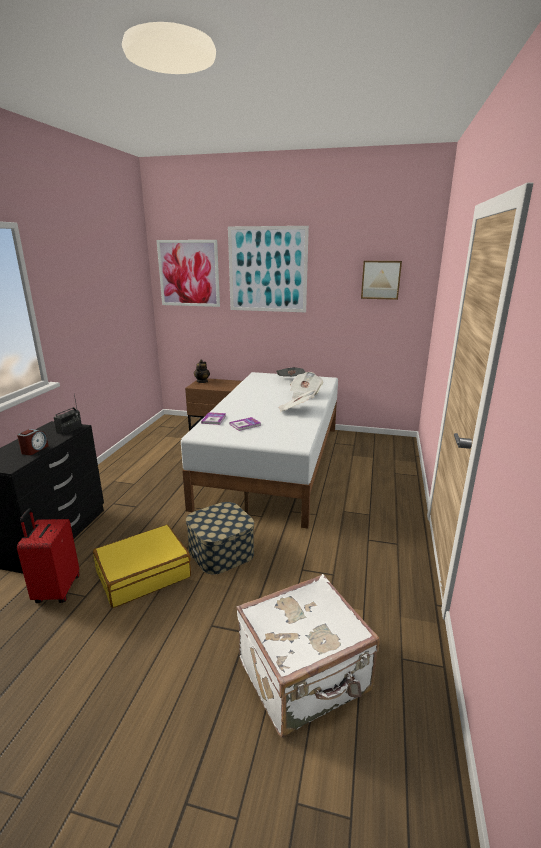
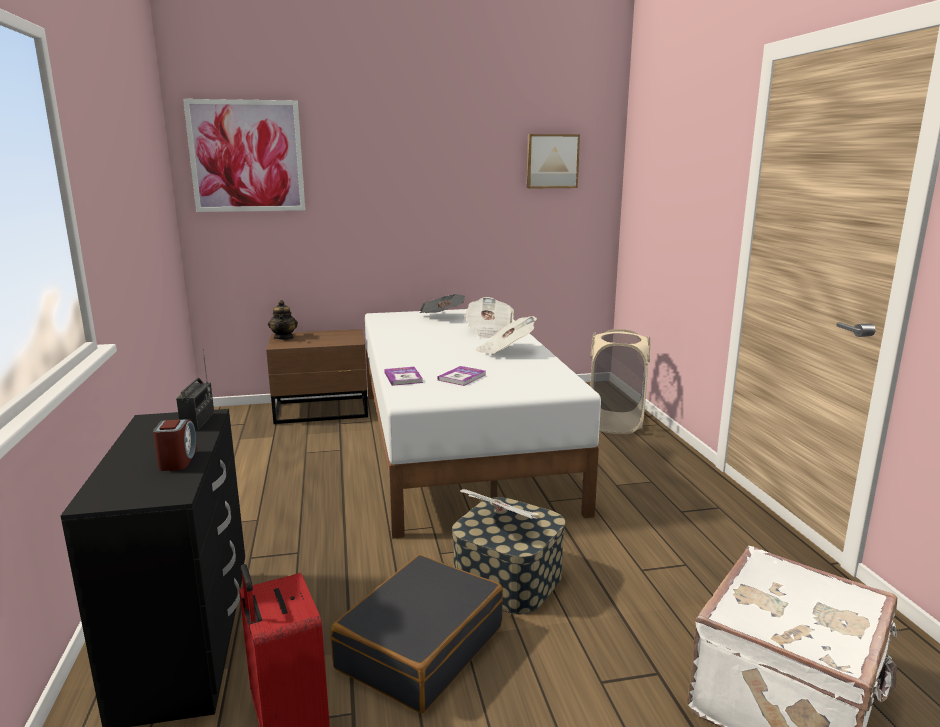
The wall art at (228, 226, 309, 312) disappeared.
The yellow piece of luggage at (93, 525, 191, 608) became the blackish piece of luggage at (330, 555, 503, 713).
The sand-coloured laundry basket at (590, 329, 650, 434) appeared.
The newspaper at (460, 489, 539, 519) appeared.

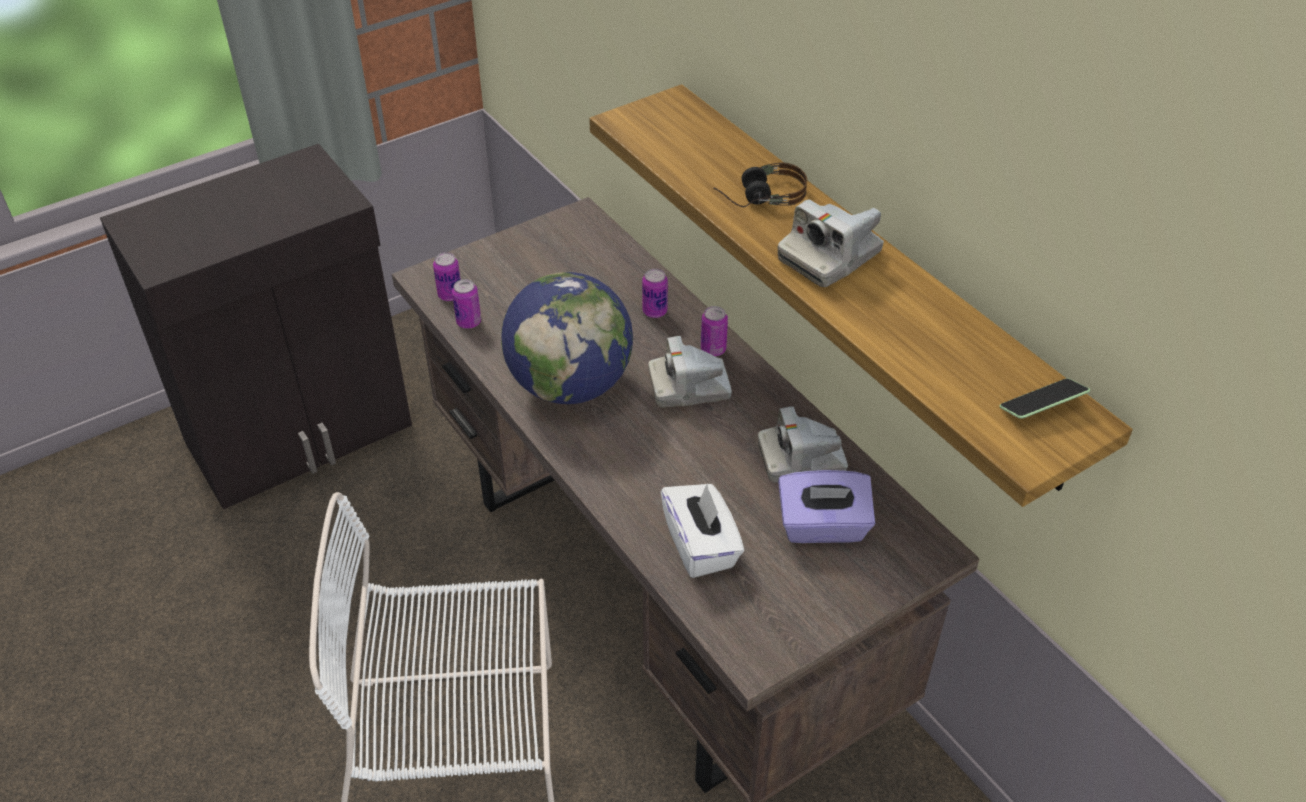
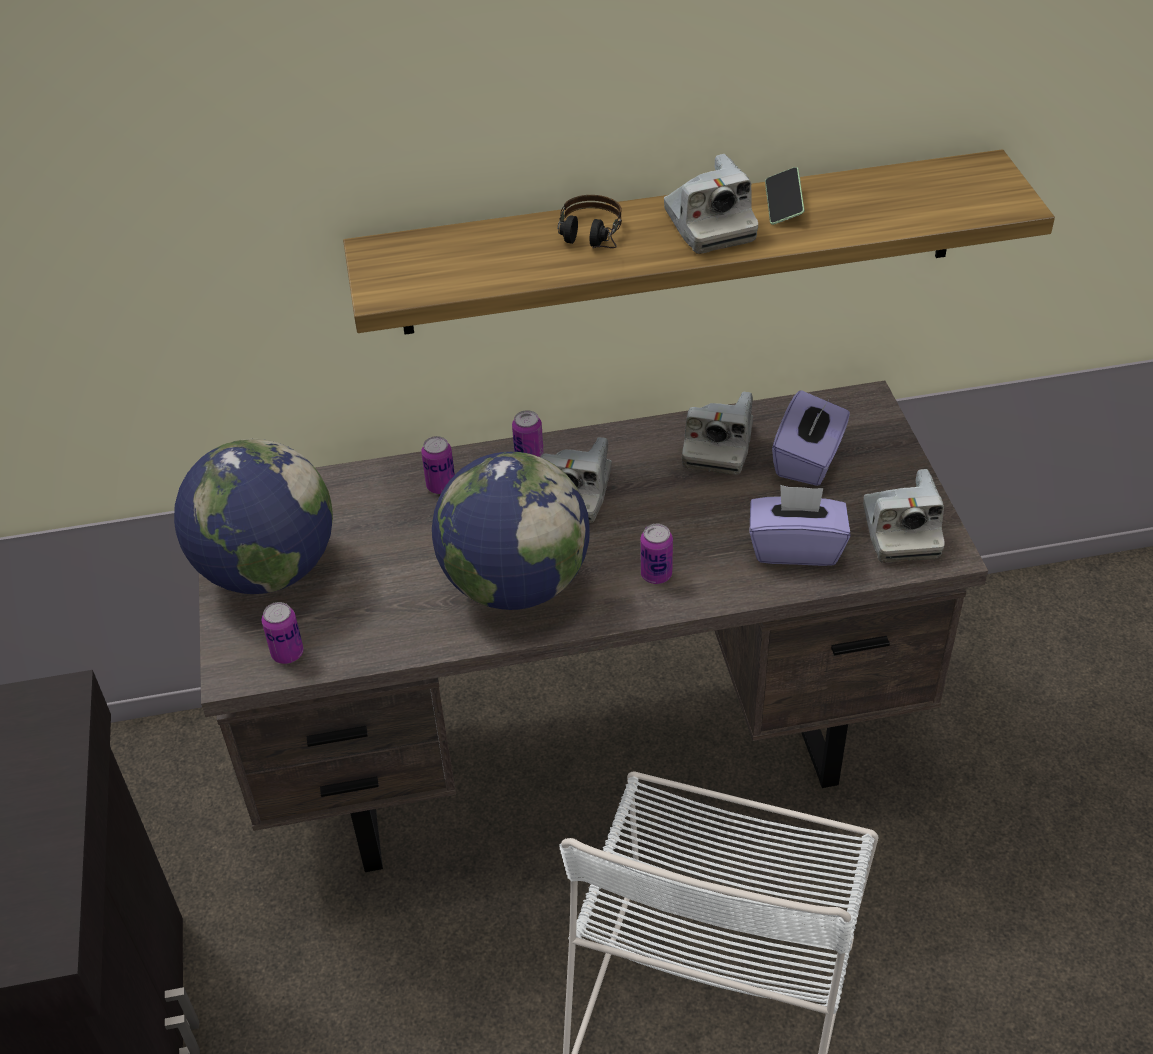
The sealed can moved from (452, 279, 481, 329) to (641, 524, 673, 584).
The handset moved from (1000, 379, 1090, 419) to (765, 167, 804, 225).
The white-coloured box of tissues at (661, 483, 744, 578) became the purplish box of tissues at (750, 485, 850, 566).
The globe at (174, 439, 333, 594) appeared.
The photo camera at (863, 469, 945, 563) appeared.

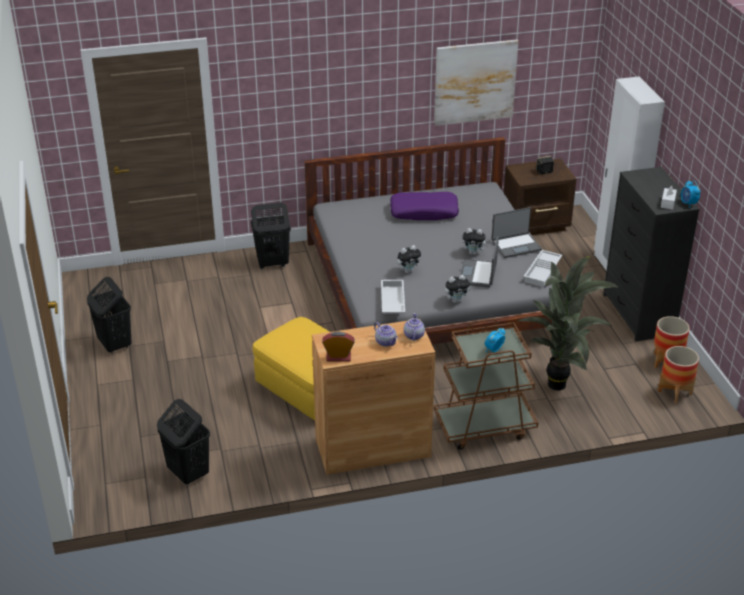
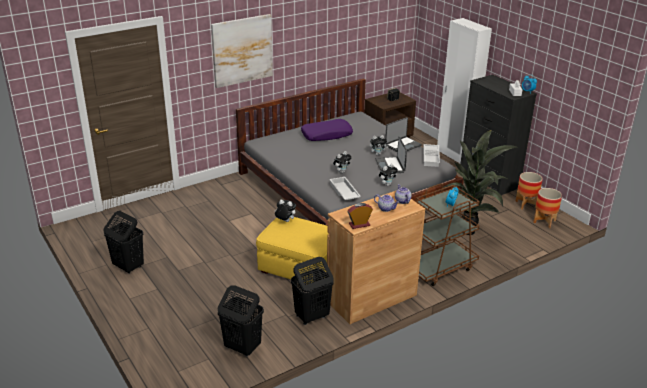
The wall art moved from (434, 39, 519, 126) to (211, 14, 273, 88).
The blackish laundry basket moved from (251, 203, 291, 269) to (291, 257, 334, 325).
The soft toy at (274, 200, 296, 222) appeared.

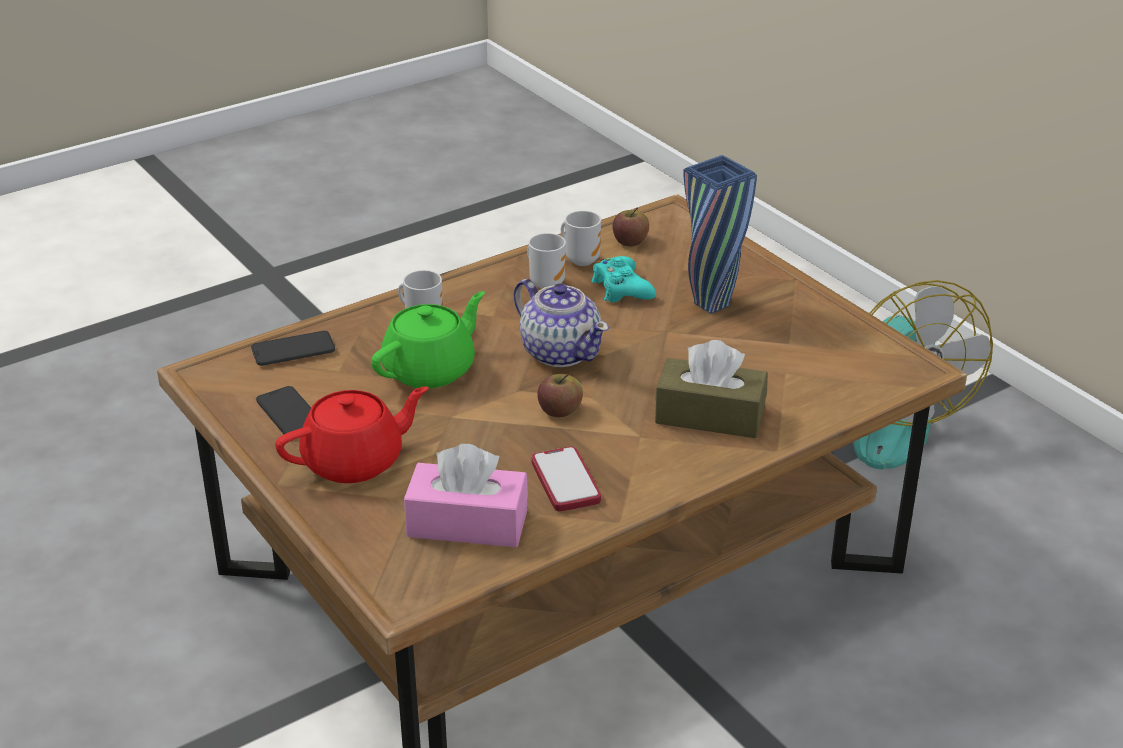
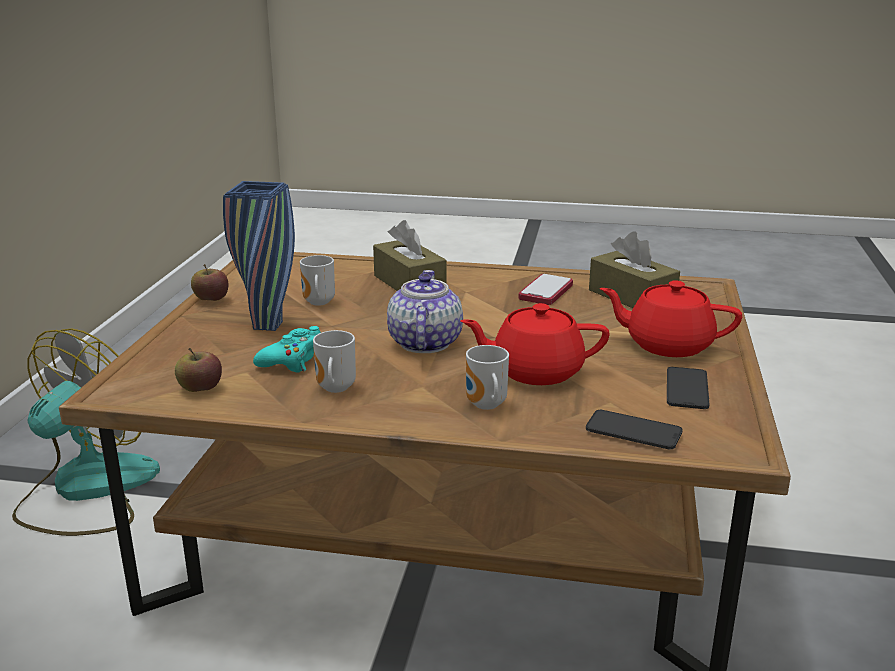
The tea mug moved from (561, 211, 601, 266) to (300, 255, 335, 306).
The greenish pot for tea at (371, 291, 485, 388) became the red-coloured pot for tea at (461, 303, 609, 385).
The apple fruit moved from (537, 374, 583, 417) to (191, 264, 229, 301).
The pinkish box of tissues at (404, 444, 528, 547) became the brown box of tissues at (589, 232, 680, 308).

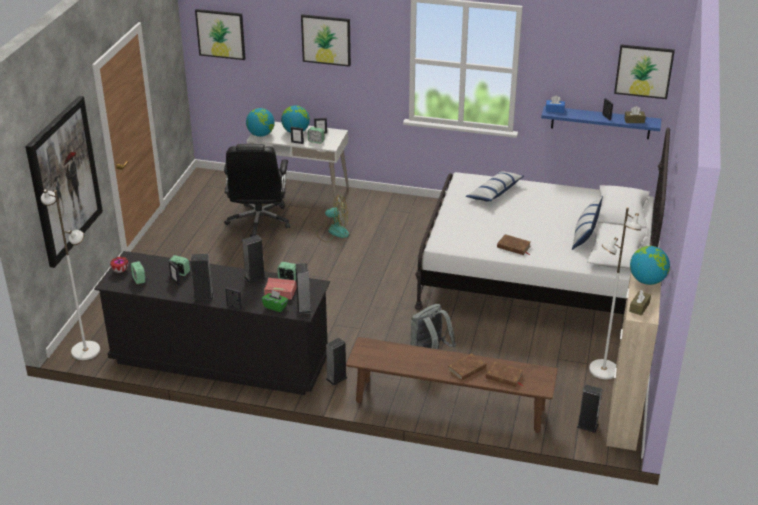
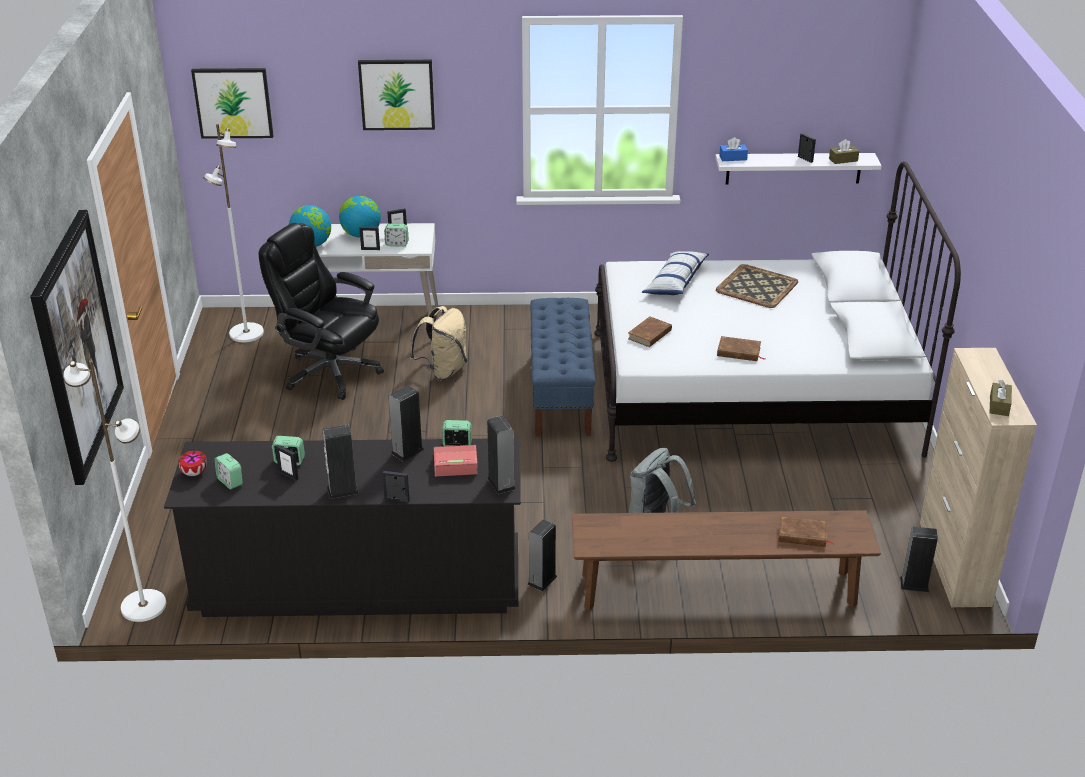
The wall art at (614, 44, 675, 99) disappeared.
The bluish shelf at (541, 106, 661, 139) became the white-coloured shelf at (715, 153, 882, 185).
The blackish computer chair at (224, 144, 290, 237) turned 135 degrees clockwise.
The cooling fan at (316, 195, 349, 242) was replaced by the sand-coloured backpack at (410, 306, 467, 381).
The cushion at (572, 196, 603, 250) disappeared.
The white-coloured standard lamp moved from (589, 207, 642, 379) to (203, 124, 264, 342).
The globe at (630, 246, 670, 285) disappeared.
The greenish box of tissues at (262, 290, 288, 312) disappeared.
The brown volume moved from (448, 353, 486, 381) to (628, 317, 672, 347).
The tray at (716, 264, 798, 308) appeared.
The bluish long seat at (530, 298, 595, 437) appeared.

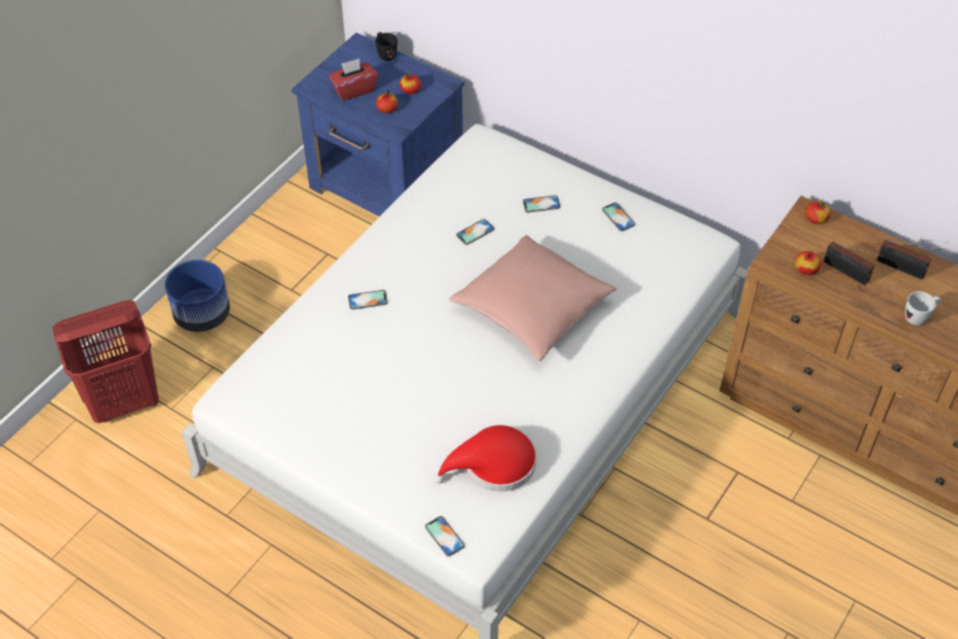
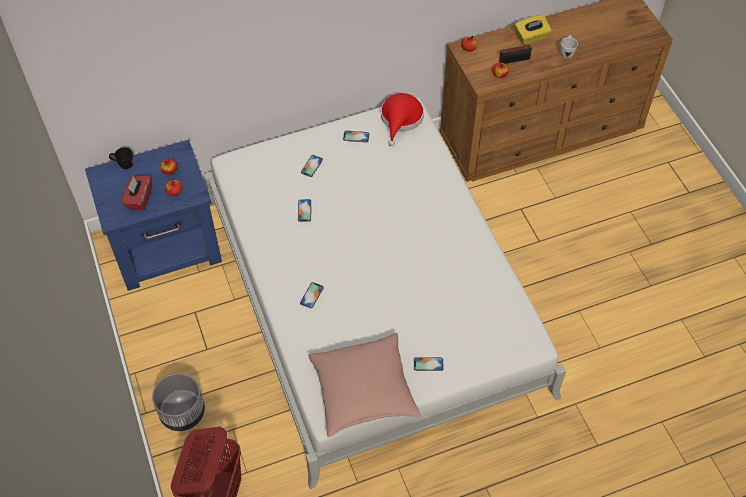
The pinkish cushion moved from (449, 235, 617, 361) to (308, 333, 420, 437).
The radio set at (877, 240, 942, 280) was replaced by the yellow box of tissues at (515, 15, 552, 46).
The bluish planter at (165, 260, 230, 332) became the greyish planter at (152, 373, 205, 431).
The red-coloured hat moved from (433, 425, 537, 492) to (381, 93, 424, 146).
The handset moved from (425, 516, 465, 557) to (414, 357, 444, 371).

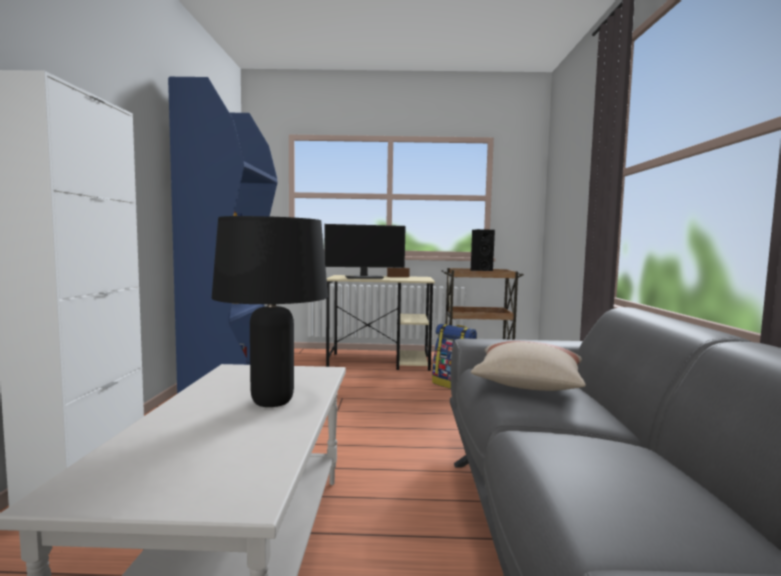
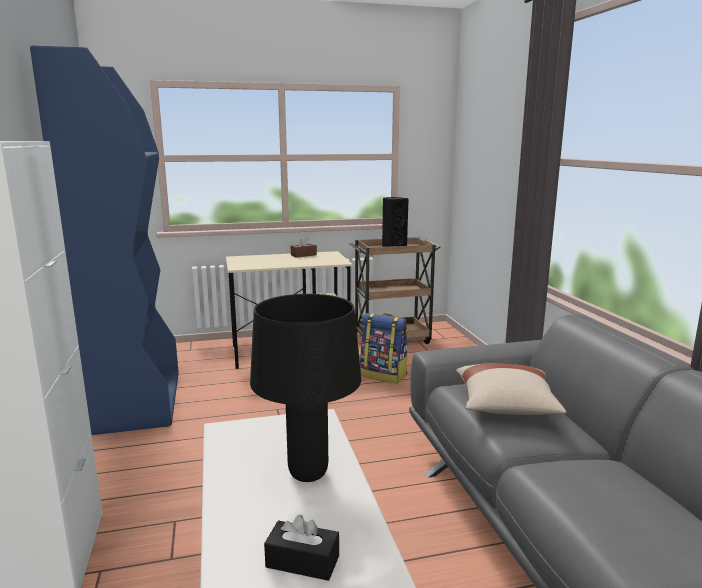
The monitor at (324, 224, 406, 279) disappeared.
The blackish box of tissues at (264, 514, 339, 581) appeared.

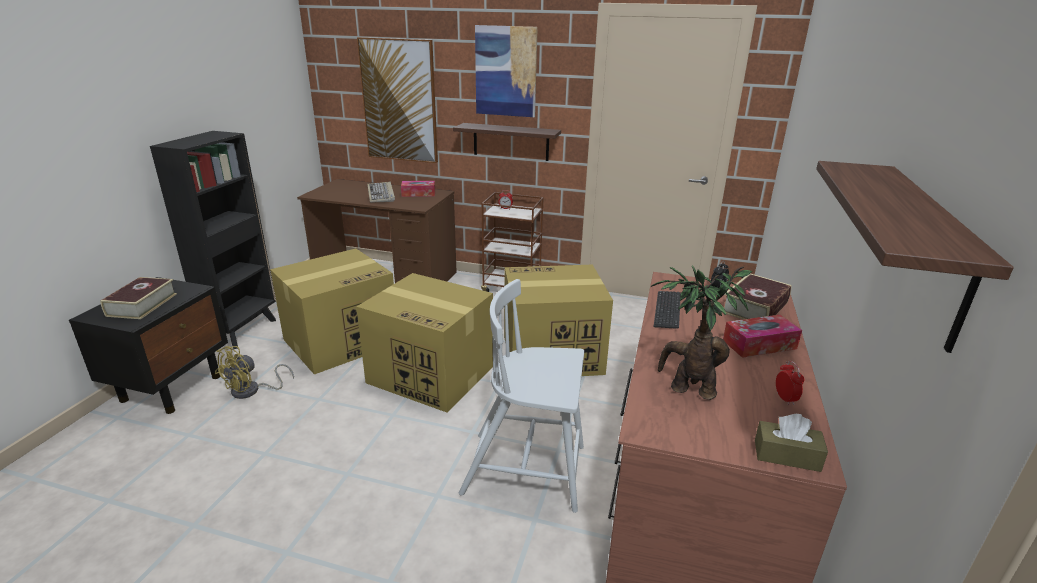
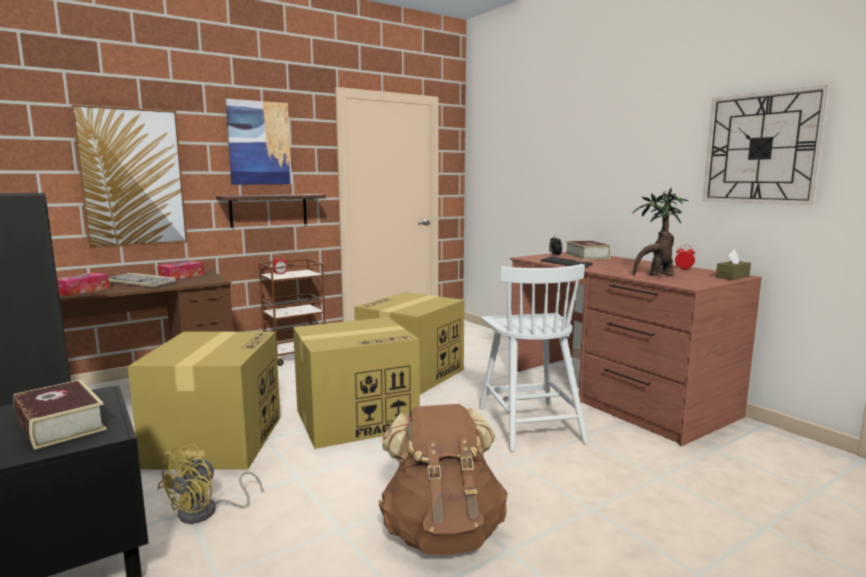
The shelf at (816, 161, 1014, 353) was replaced by the clock on the wall at (702, 84, 830, 205).
The white-coloured chair at (459, 279, 584, 513) turned 60 degrees counterclockwise.
The box of tissues moved from (723, 315, 802, 358) to (57, 273, 109, 296).
The yellow cooling fan at (215, 346, 294, 399) turned 45 degrees clockwise.
The brown backpack at (378, 404, 508, 555) appeared.

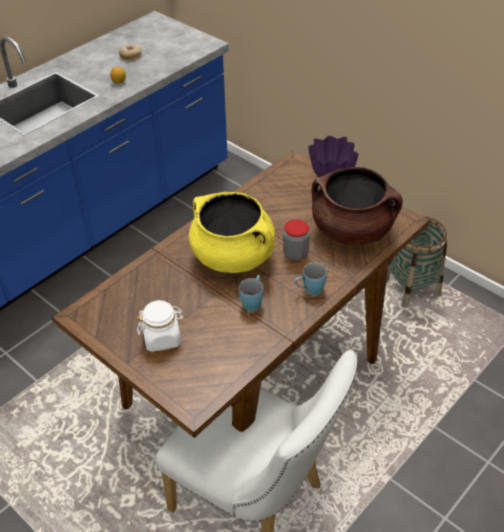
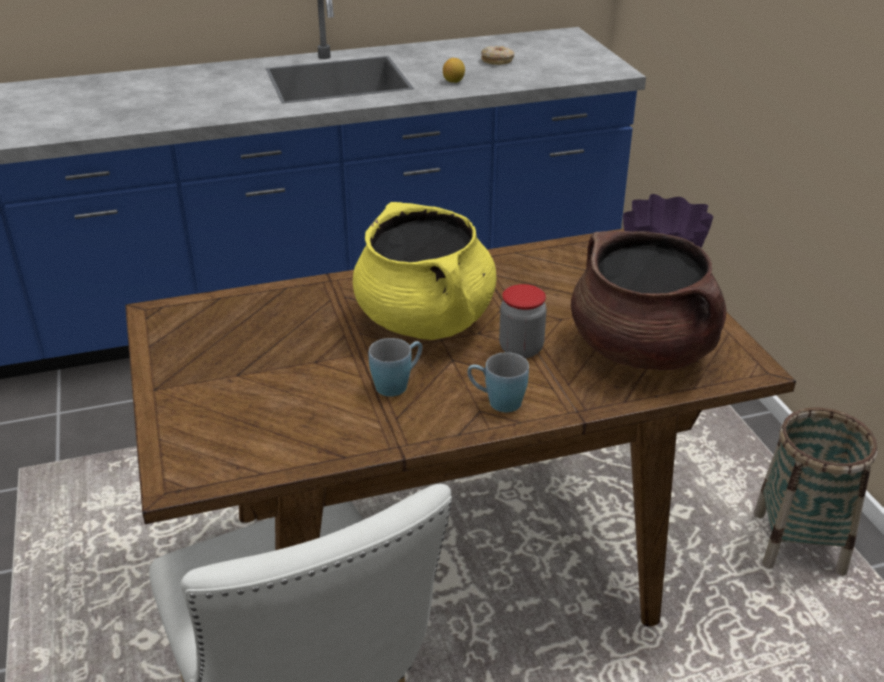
The white-coloured jar at (137, 300, 183, 352) disappeared.

